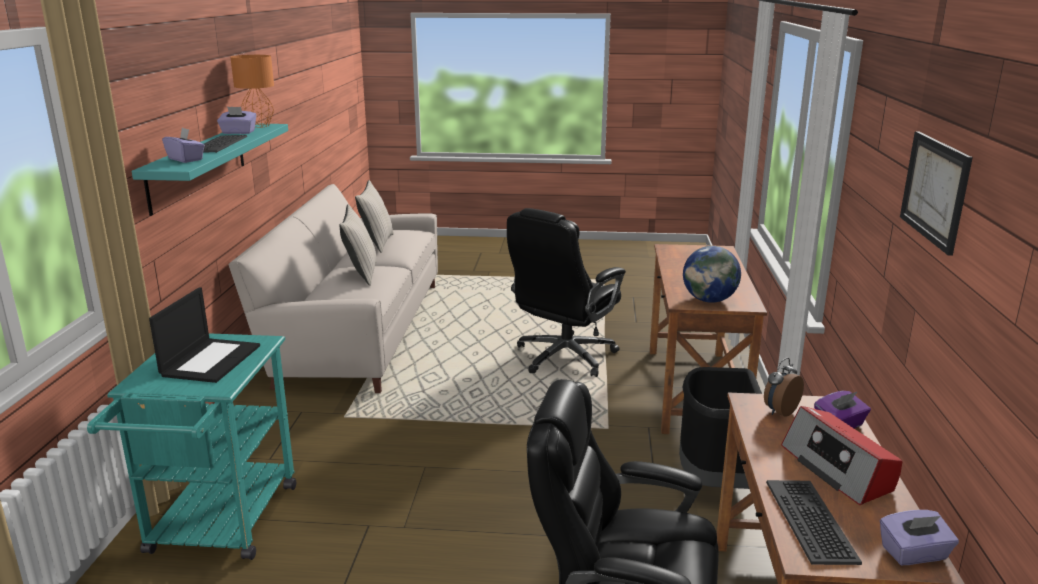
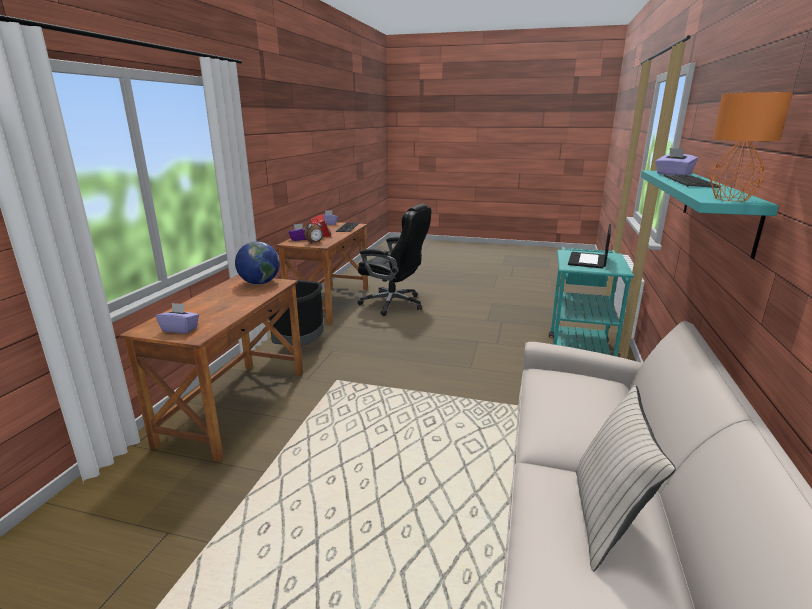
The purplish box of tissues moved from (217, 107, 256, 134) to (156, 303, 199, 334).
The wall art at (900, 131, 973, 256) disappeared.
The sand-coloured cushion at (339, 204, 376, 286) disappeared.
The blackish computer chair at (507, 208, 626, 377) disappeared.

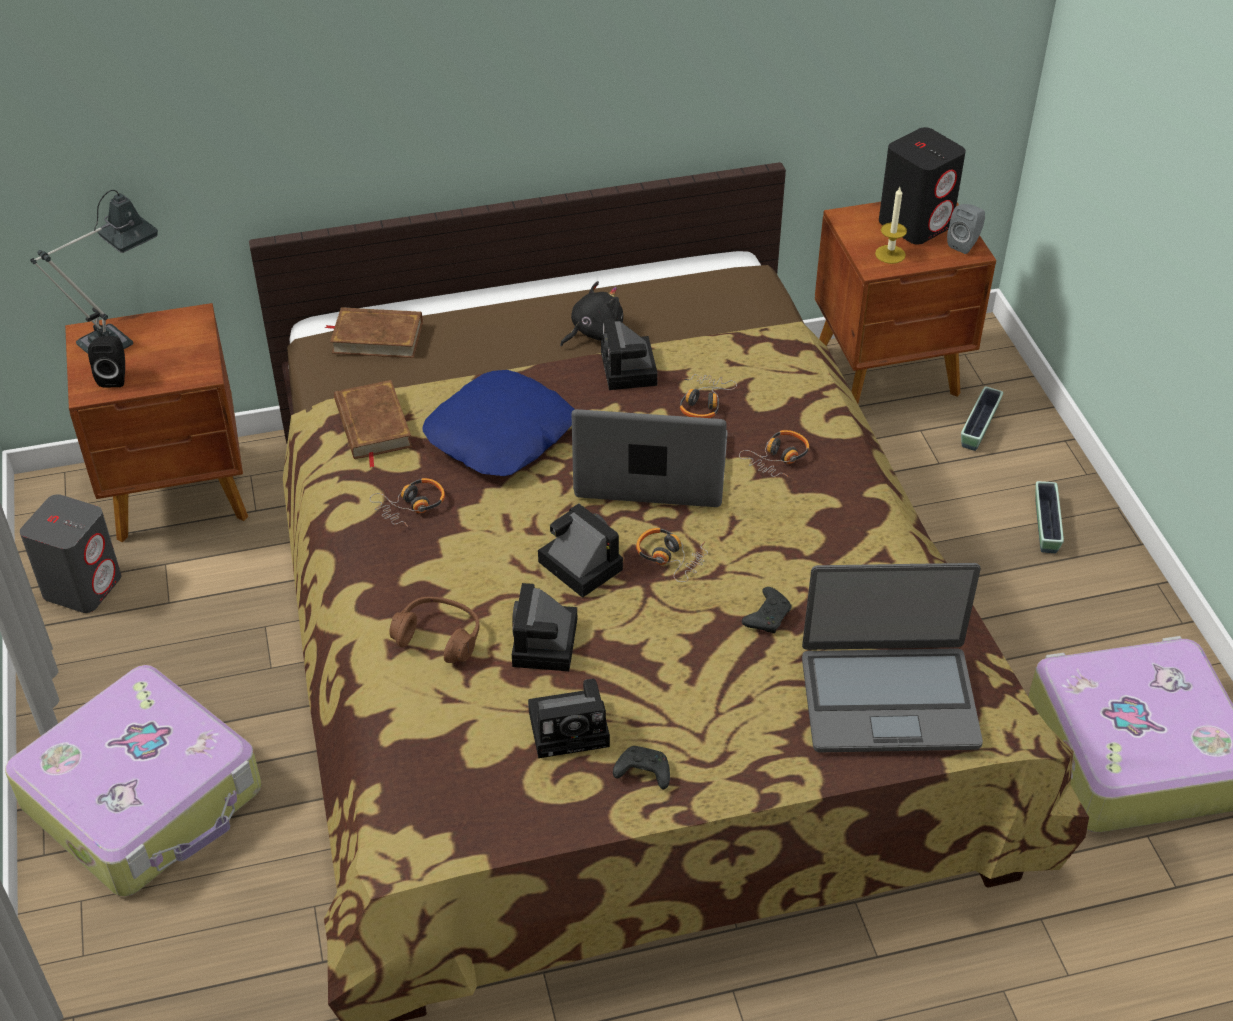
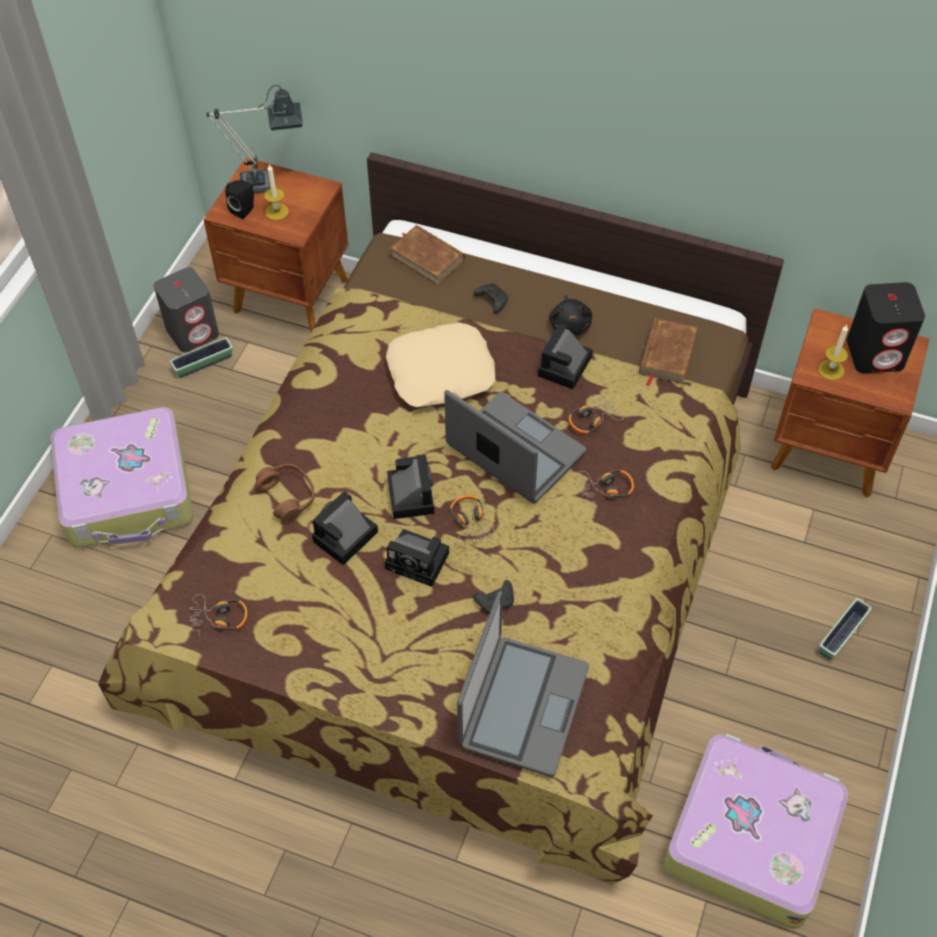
The greyish audio speaker at (947, 204, 985, 254) disappeared.
The blackish soft toy at (560, 281, 623, 346) turned 90 degrees clockwise.
The bluish cushion at (422, 370, 575, 476) became the sand-coloured cushion at (386, 323, 495, 407).
The brown volume moved from (334, 380, 412, 467) to (639, 318, 698, 387).
The planter moved from (961, 387, 1003, 451) to (170, 337, 233, 378).
The pair of headphones moved from (370, 478, 445, 527) to (190, 594, 248, 635).
The laptop at (802, 563, 983, 752) turned 105 degrees counterclockwise.
The photo camera moved from (528, 679, 610, 758) to (385, 529, 449, 587).
The blackish joypad moved from (613, 746, 670, 789) to (474, 283, 508, 313).
The candle at (264, 165, 289, 220) appeared.

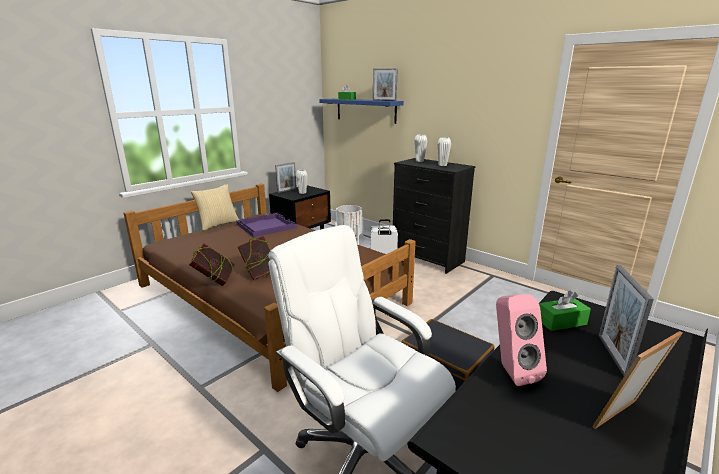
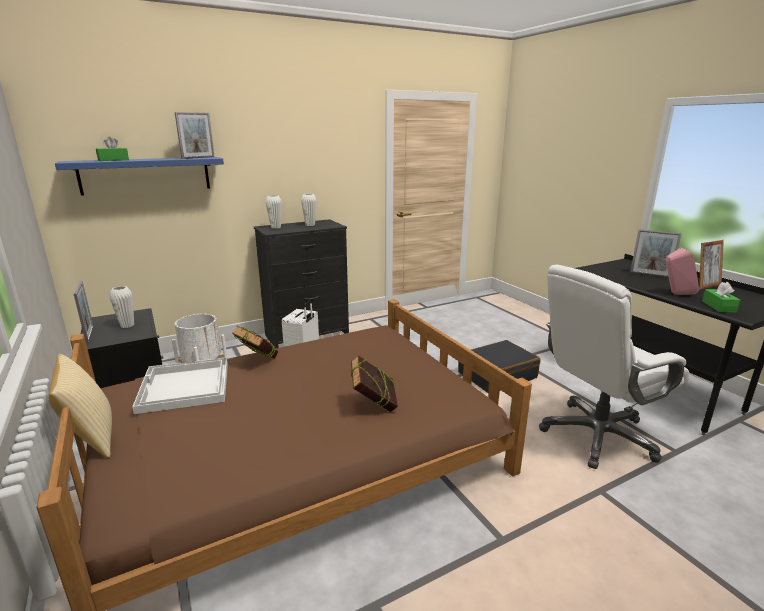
The purplish tray at (236, 213, 297, 237) became the white-coloured tray at (132, 357, 228, 414).
The volume moved from (189, 243, 235, 286) to (232, 325, 278, 359).
The greenish box of tissues moved from (539, 290, 591, 331) to (702, 282, 740, 313).
The photo frame at (592, 331, 683, 430) turned 105 degrees counterclockwise.

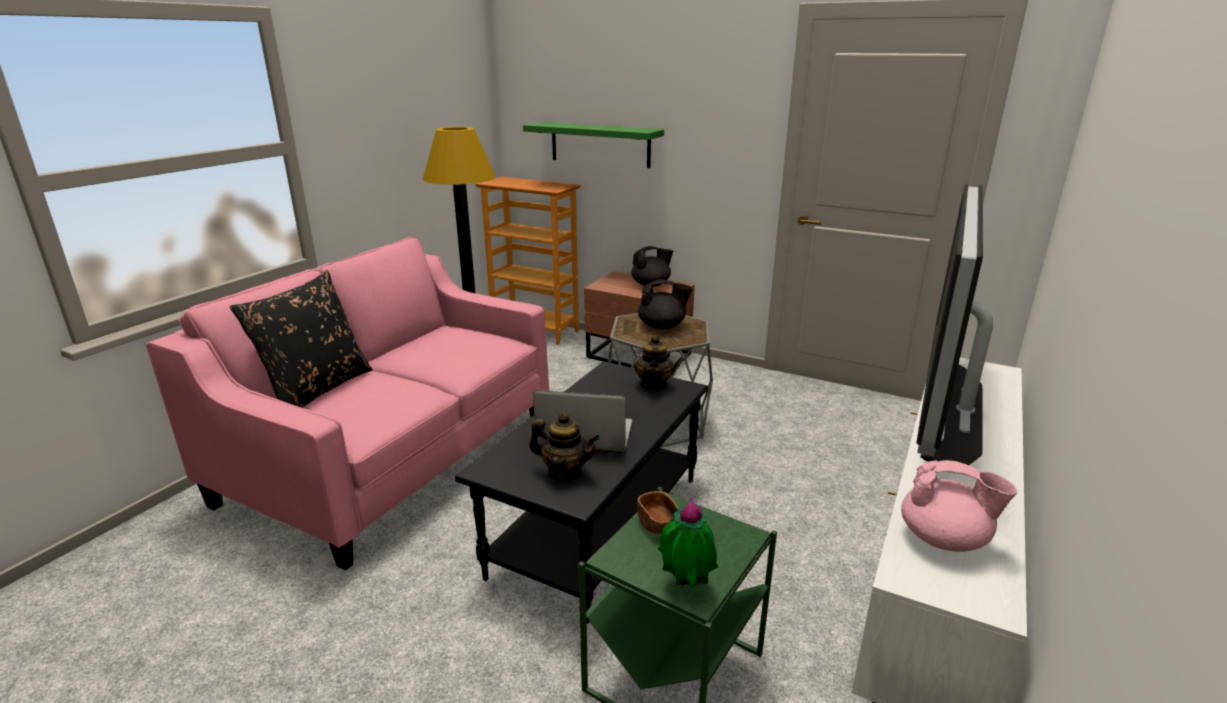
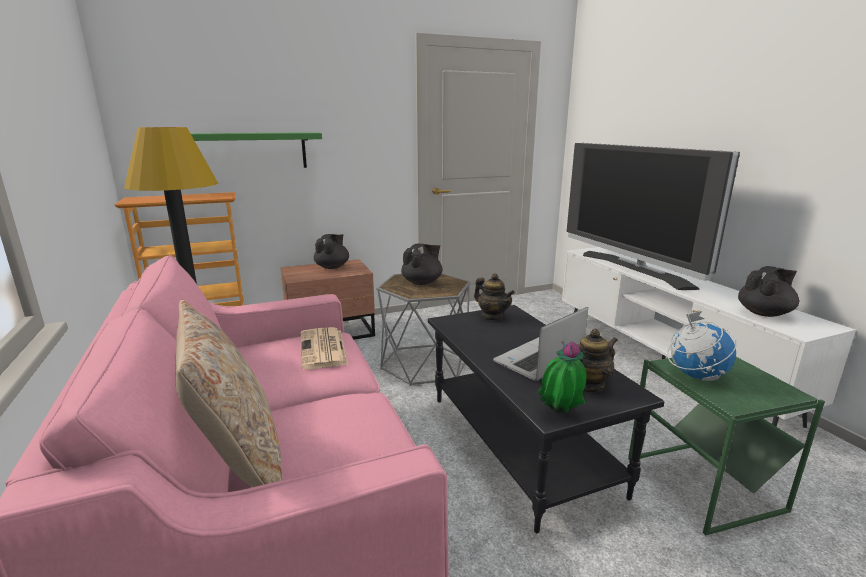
The blackish cushion at (230, 270, 373, 408) became the sand-coloured cushion at (175, 300, 282, 487).
The pinkish pot for tea at (901, 460, 1018, 552) became the blackish pot for tea at (738, 266, 799, 317).
The brown bowl at (637, 491, 678, 534) was replaced by the globe at (667, 311, 737, 381).
The potted plant moved from (658, 497, 718, 587) to (537, 341, 587, 413).
The newspaper at (301, 327, 348, 369) appeared.

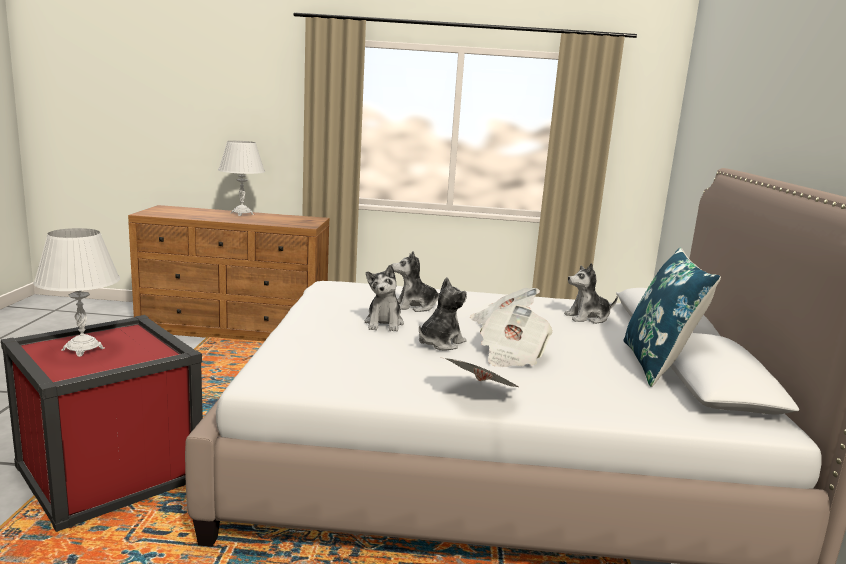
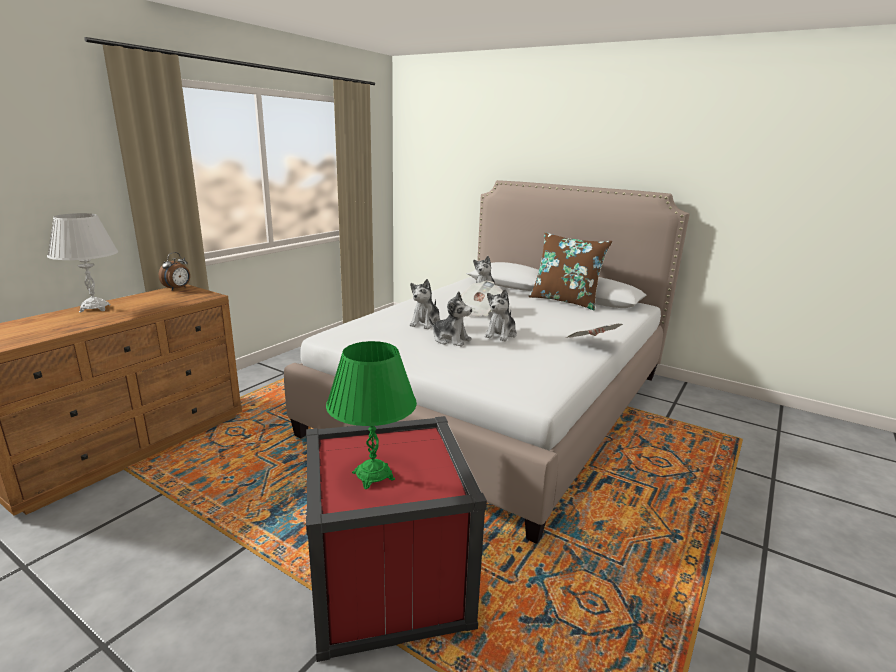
The white-coloured table lamp at (33, 228, 120, 357) became the greenish table lamp at (326, 341, 417, 489).
The bluish cushion at (623, 248, 721, 387) became the brown cushion at (529, 232, 612, 310).
The soft toy at (419, 277, 467, 351) turned 135 degrees counterclockwise.
The newspaper at (480, 305, 553, 367) disappeared.
The table clock at (159, 252, 190, 290) appeared.

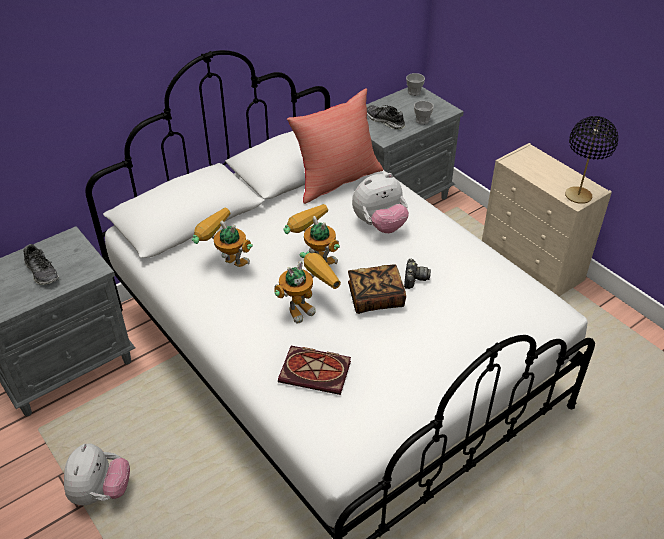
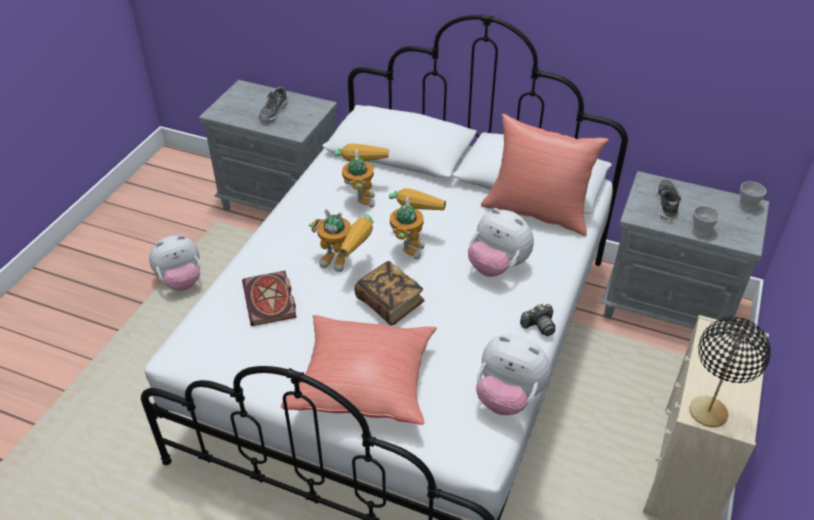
The photo camera moved from (404, 259, 431, 289) to (520, 304, 555, 336).
The red-coloured cushion at (281, 315, 437, 425) appeared.
The soft toy at (476, 335, 551, 415) appeared.

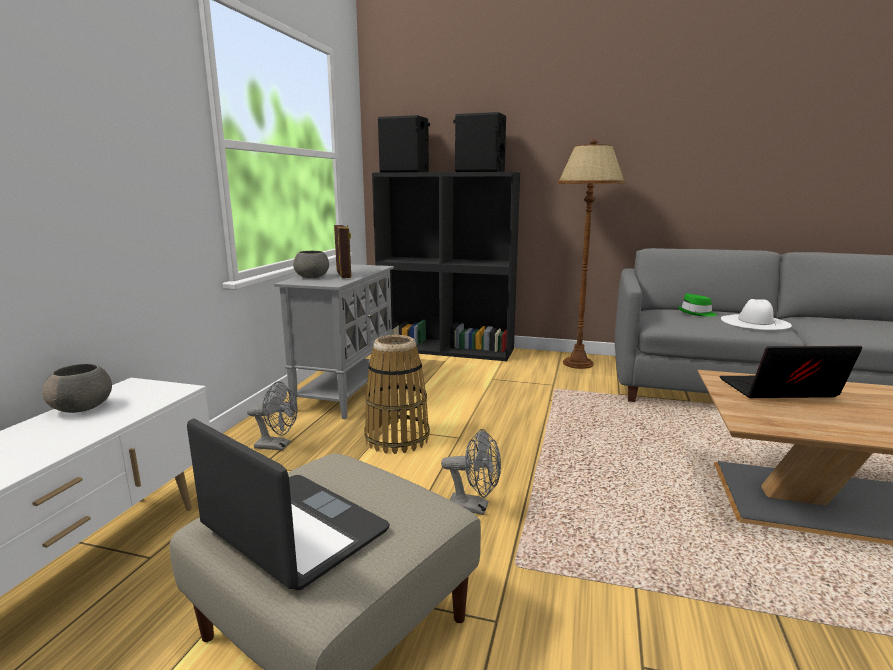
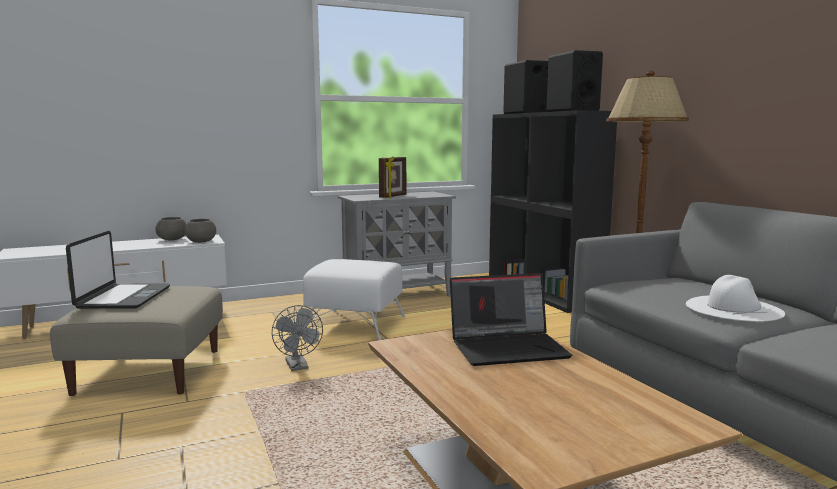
The greyish bowl moved from (293, 251, 329, 278) to (185, 219, 216, 243).
The greenish hat at (678, 293, 717, 317) disappeared.
The basket at (365, 335, 430, 454) was replaced by the white-coloured pouffe at (303, 259, 405, 340).
The laptop at (719, 346, 862, 398) turned 120 degrees clockwise.
The greyish cooling fan at (247, 381, 298, 450) disappeared.

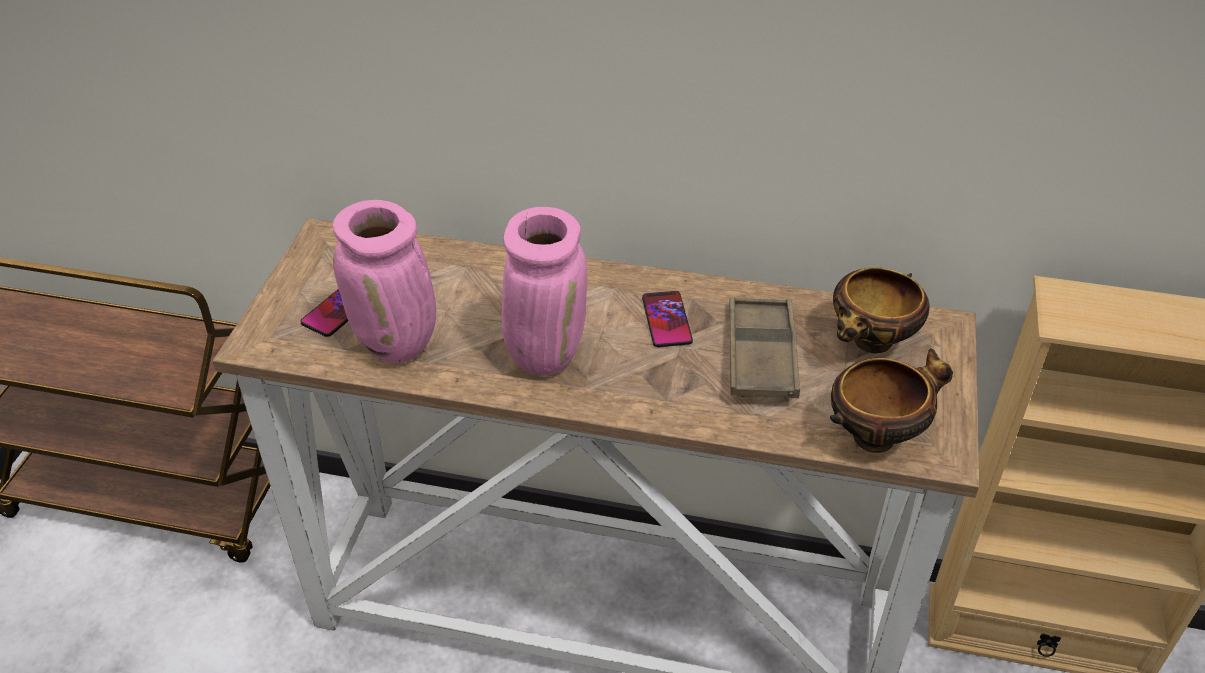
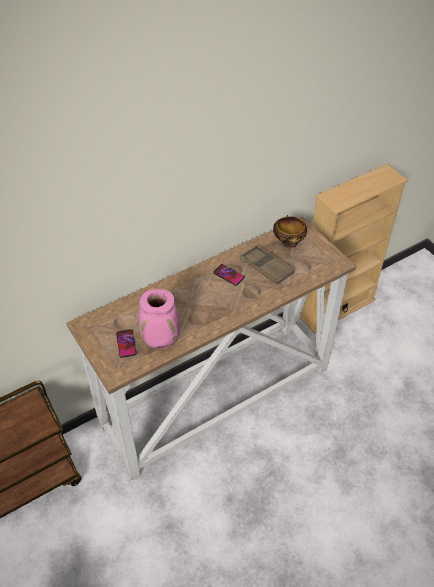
The pinkish flower vase at (502, 207, 587, 376) disappeared.
The bowl at (830, 348, 953, 453) disappeared.

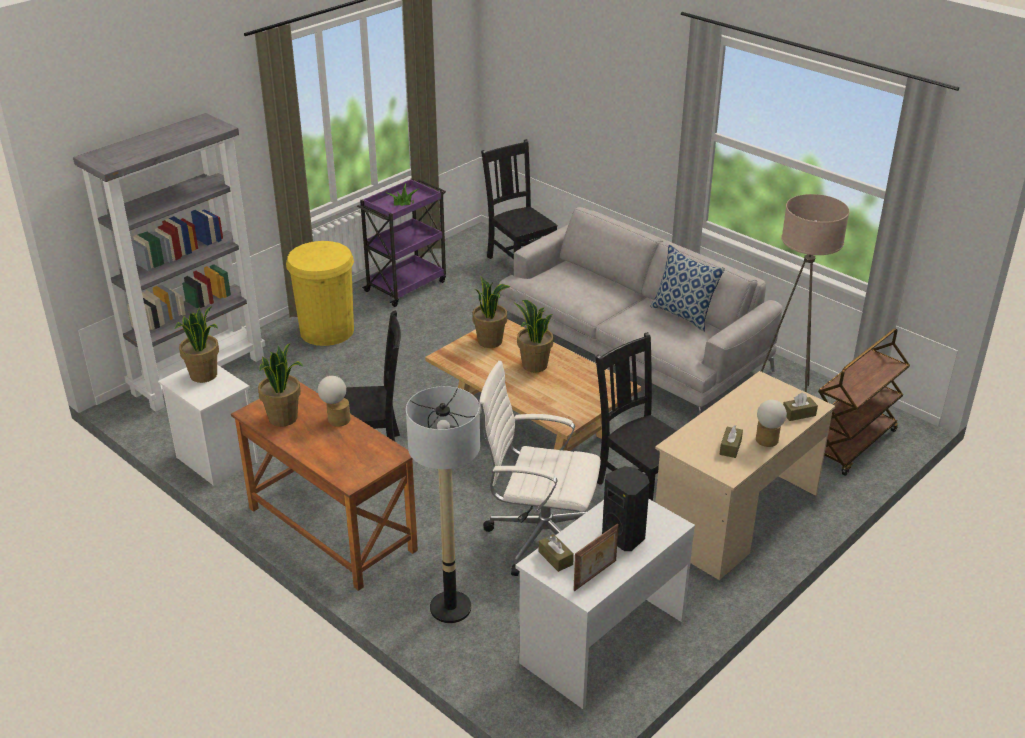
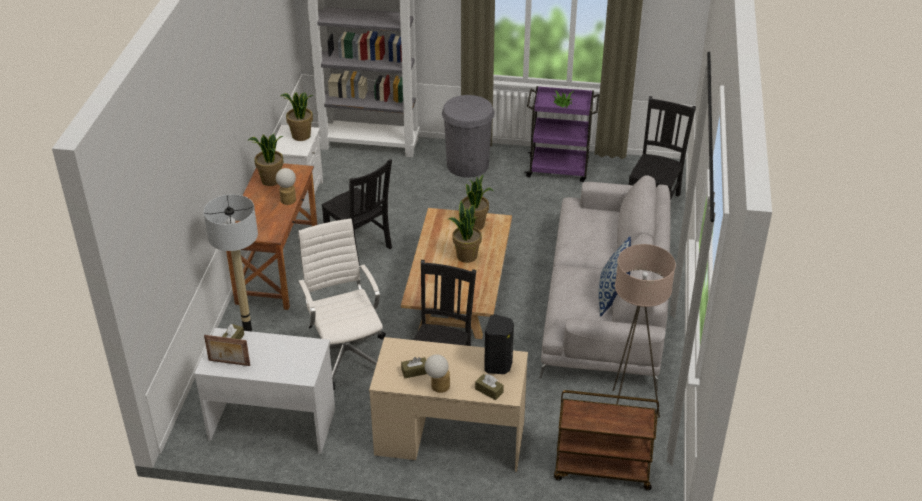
The yellow trash can at (286, 241, 354, 346) became the greyish trash can at (442, 95, 495, 178).
The blackish audio speaker moved from (602, 466, 650, 551) to (484, 314, 514, 374).

